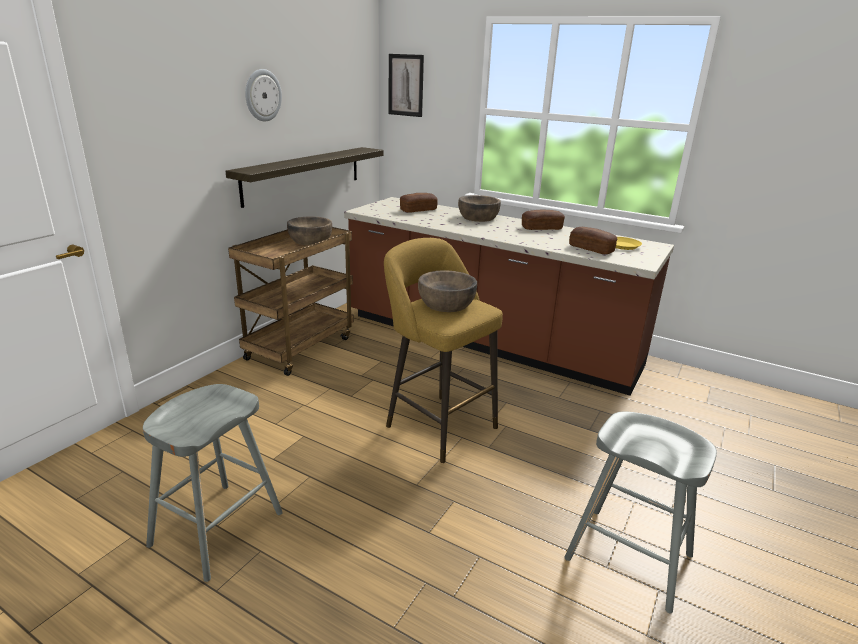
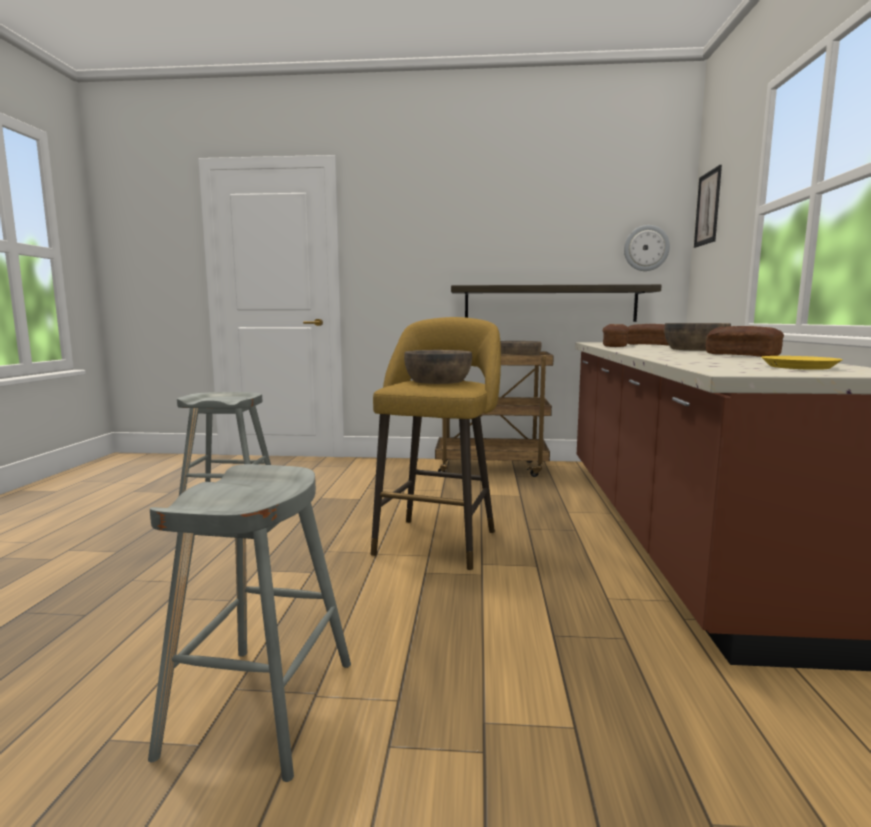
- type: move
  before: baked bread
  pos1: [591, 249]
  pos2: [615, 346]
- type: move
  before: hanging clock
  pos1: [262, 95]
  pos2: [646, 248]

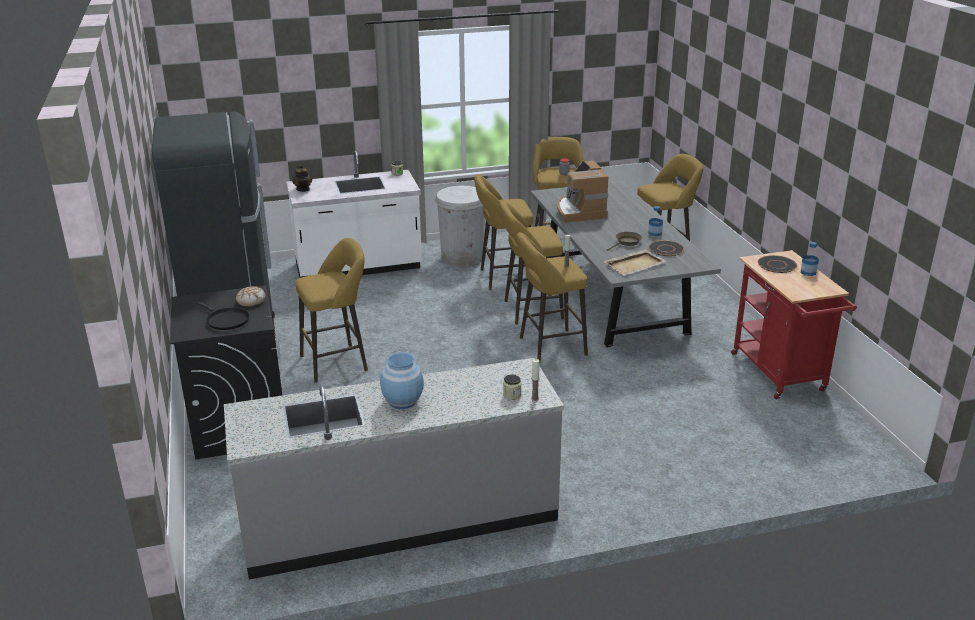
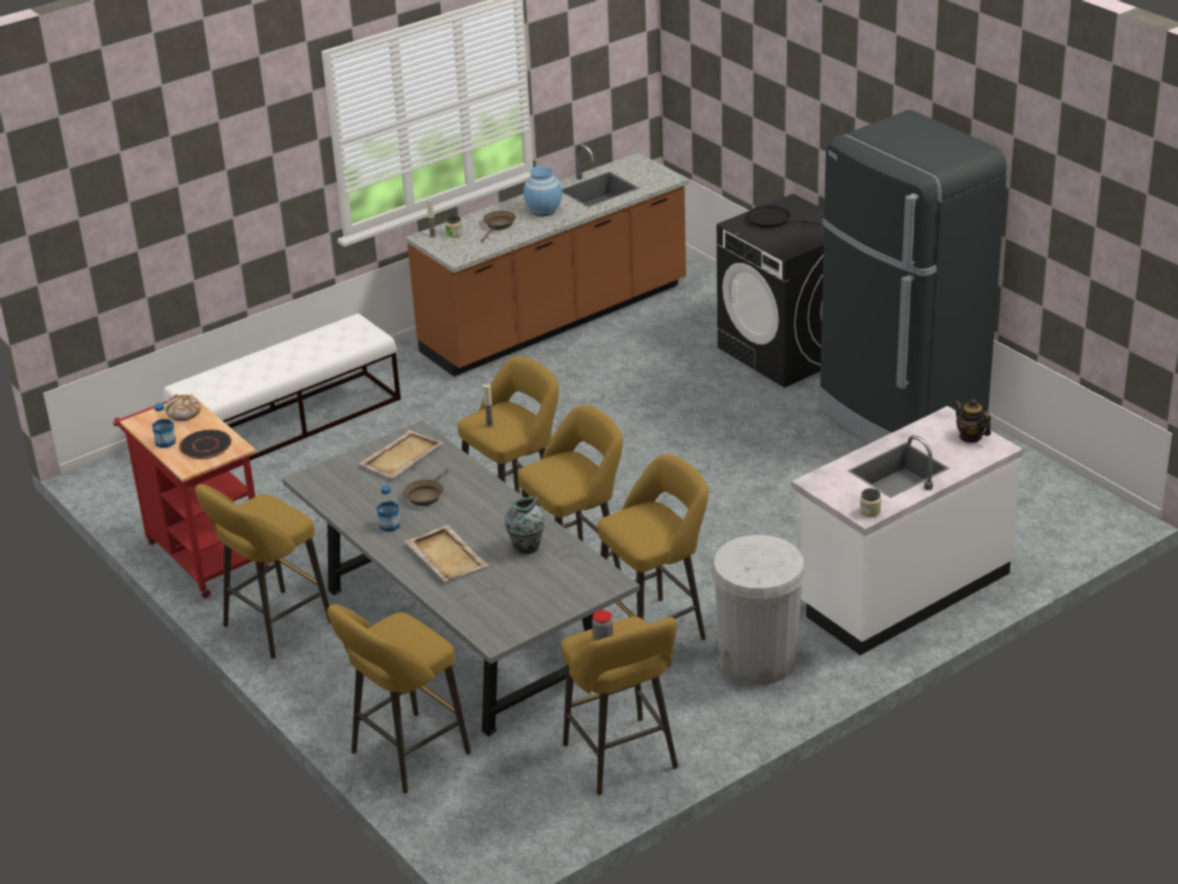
- type: insert
  after: white-coloured indoor bench
  pos2: [289, 423]
- type: move
  before: baked bread
  pos1: [251, 300]
  pos2: [183, 413]
- type: move
  before: yellowish stool
  pos1: [338, 362]
  pos2: [273, 627]
- type: insert
  after: sand-coloured serving tray
  pos2: [446, 556]
- type: recolor
  before: grey kitchen counter
  after: brownish kitchen counter
  pos1: [400, 520]
  pos2: [556, 320]
- type: insert
  after: brownish pan
  pos2: [498, 226]
- type: replace
  before: coffee maker
  after: decorative vase
  pos1: [579, 211]
  pos2: [526, 547]
- type: delete
  before: black flat dish
  pos1: [666, 249]

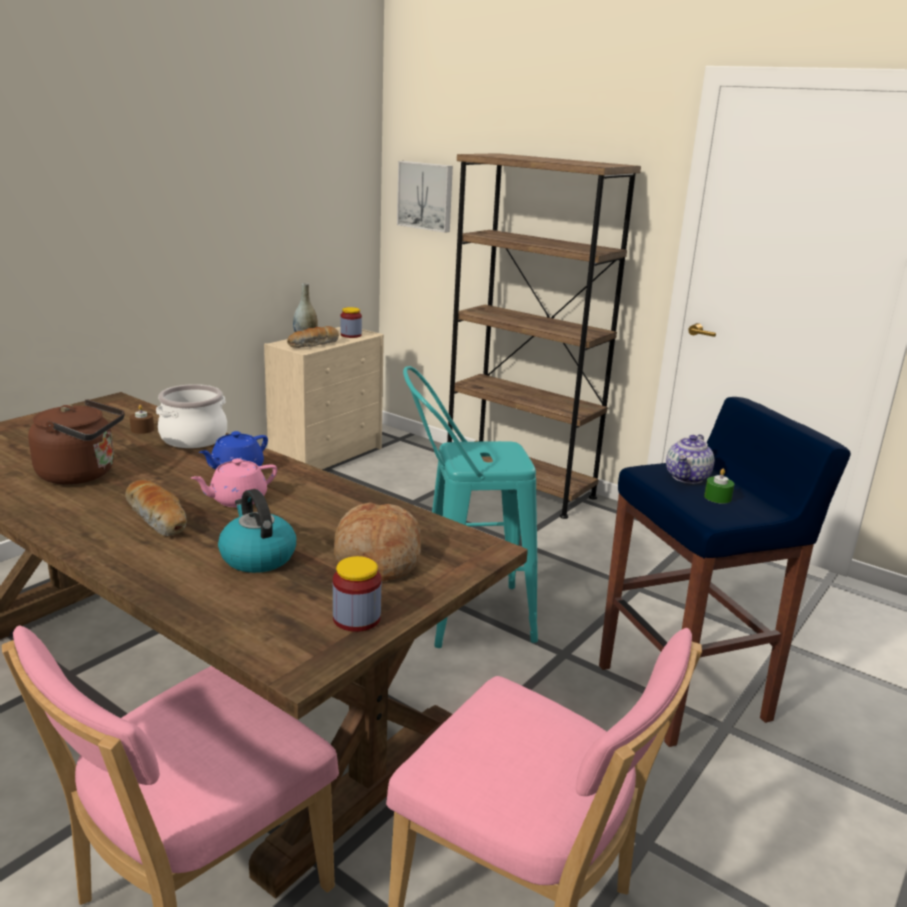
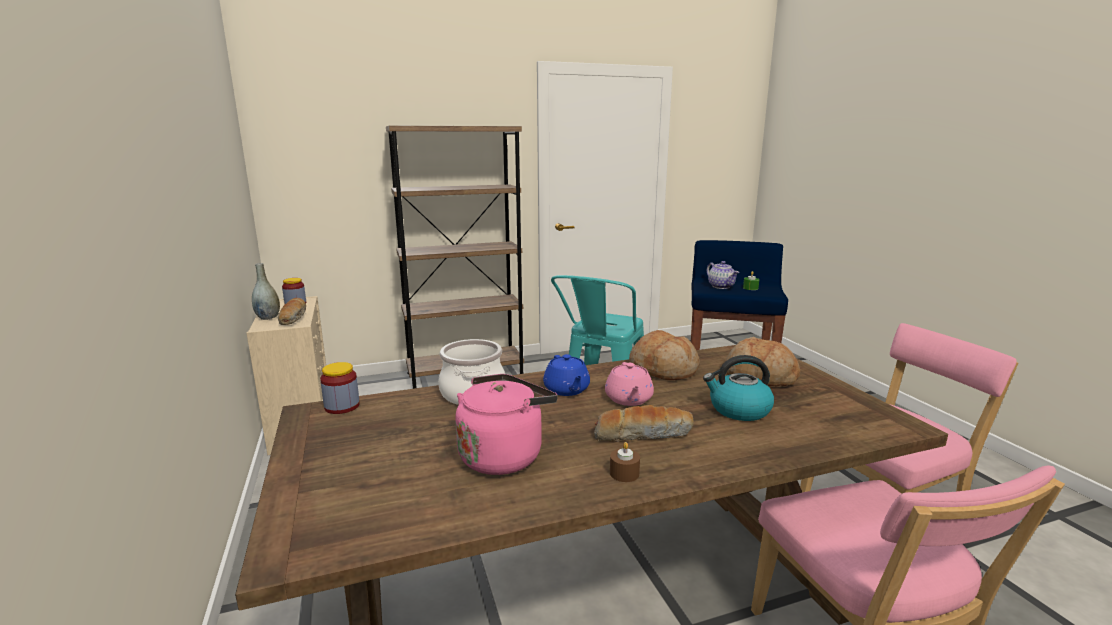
- type: move
  before: preserve jar
  pos1: [356, 618]
  pos2: [342, 406]
- type: recolor
  before: brownish kettle
  after: pink kettle
  pos1: [82, 474]
  pos2: [503, 455]
- type: move
  before: brownish wax candle
  pos1: [142, 429]
  pos2: [624, 473]
- type: insert
  after: baked bread
  pos2: [663, 369]
- type: delete
  before: wall picture
  pos1: [426, 196]

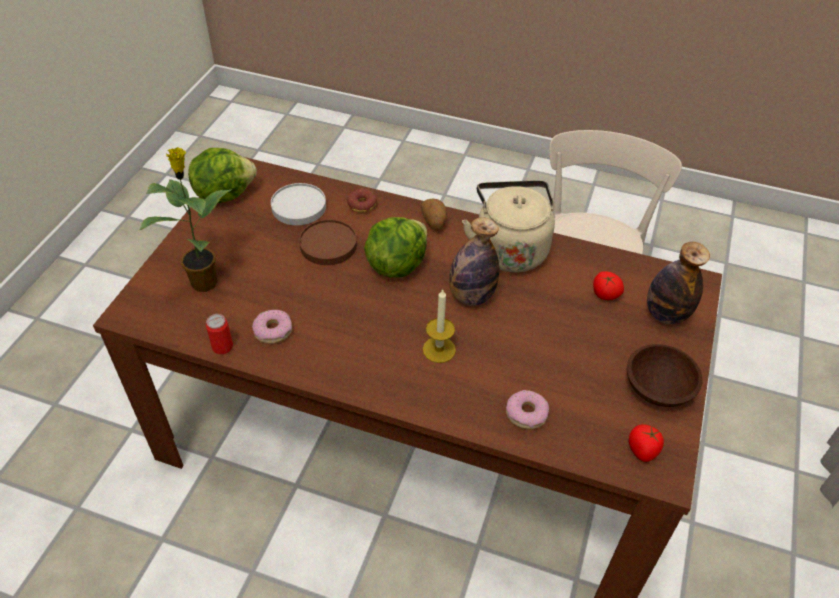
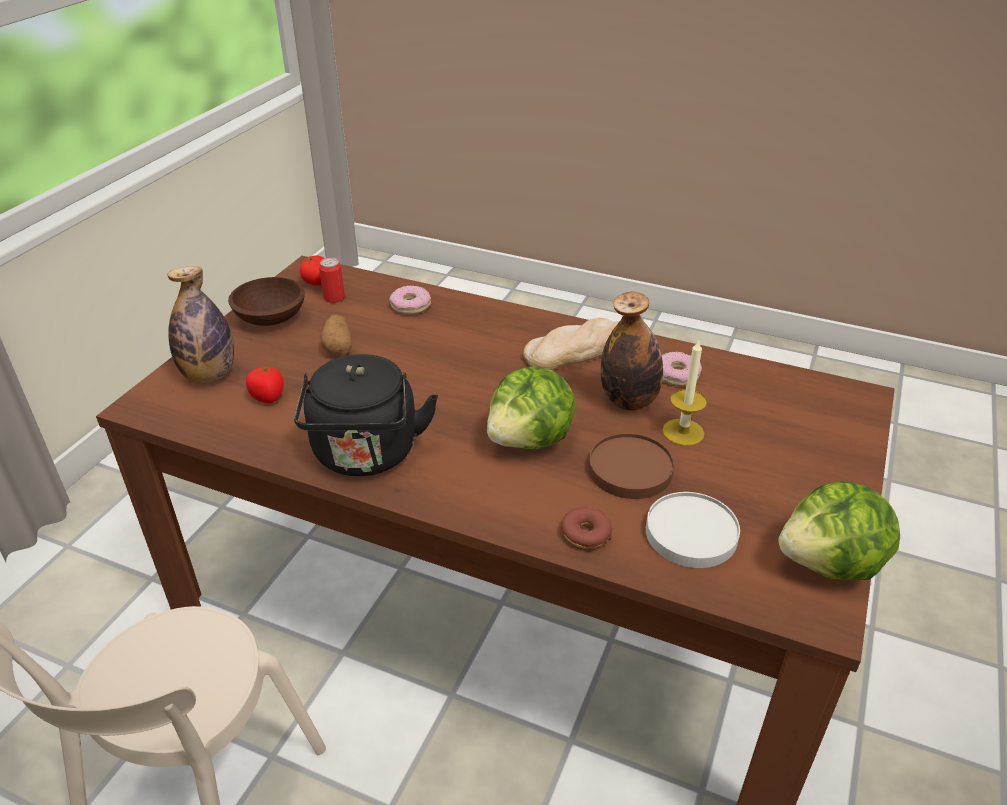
- type: recolor
  before: sand-coloured kettle
  after: black kettle
  pos1: [509, 248]
  pos2: [366, 455]
- type: move
  before: sealed can
  pos1: [222, 346]
  pos2: [334, 297]
- type: move
  before: potato
  pos1: [434, 222]
  pos2: [338, 347]
- type: insert
  after: baked bread
  pos2: [578, 349]
- type: move
  before: drink bottle
  pos1: [471, 296]
  pos2: [629, 401]
- type: move
  before: wax candle
  pos1: [439, 349]
  pos2: [683, 432]
- type: delete
  before: potted plant
  pos1: [205, 281]

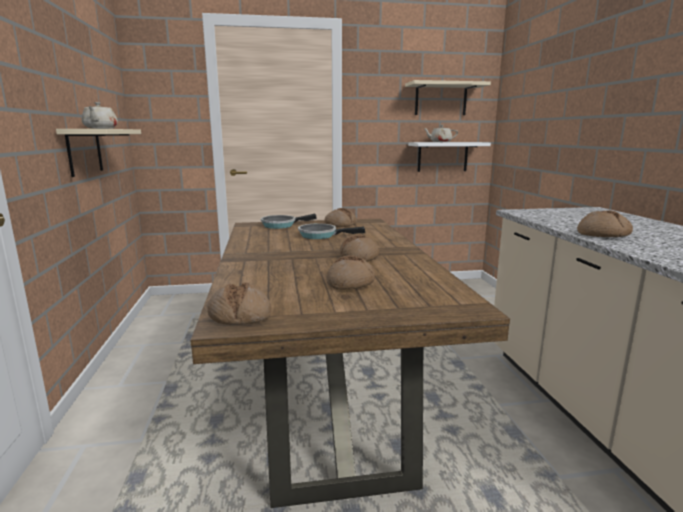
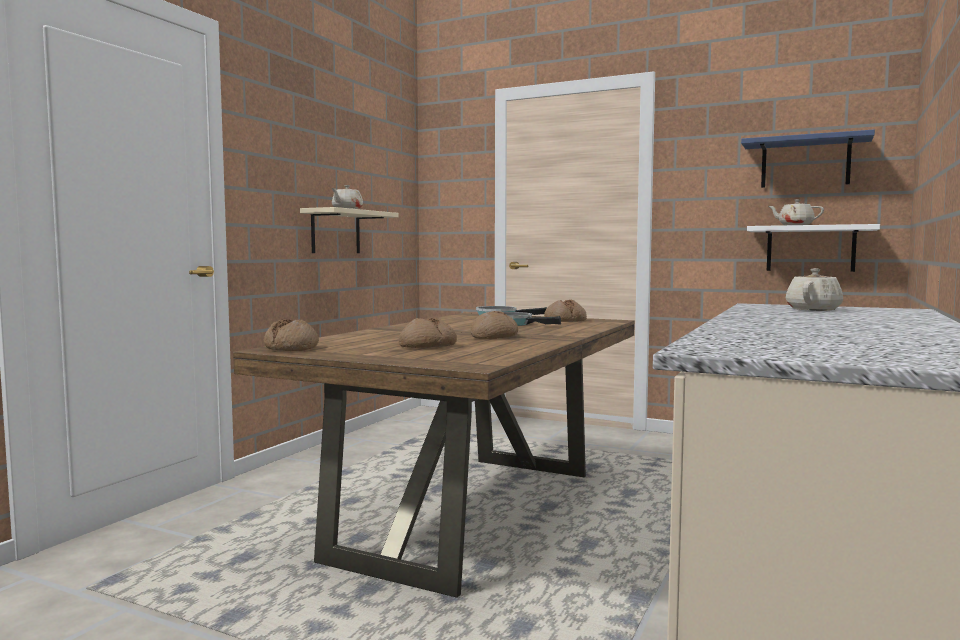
- type: recolor
  before: sand-coloured bracket shelf
  after: blue bracket shelf
  pos1: [440, 99]
  pos2: [805, 163]
- type: insert
  after: sand-coloured pot for tea
  pos2: [814, 309]
- type: delete
  before: baked bread
  pos1: [603, 234]

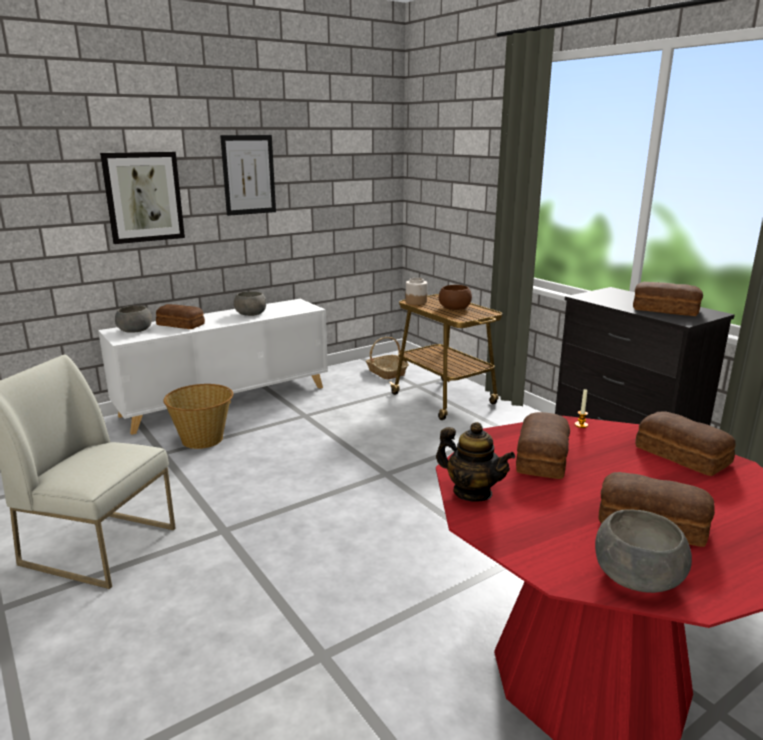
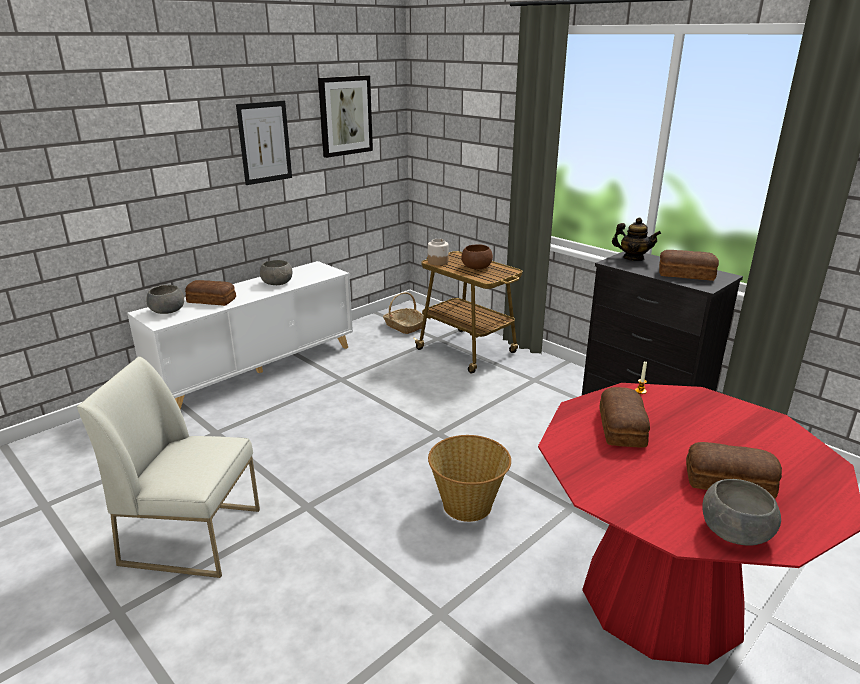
- type: move
  before: wall picture
  pos1: [143, 197]
  pos2: [345, 116]
- type: move
  before: storage basket
  pos1: [203, 439]
  pos2: [468, 504]
- type: move
  before: pot for tea
  pos1: [472, 492]
  pos2: [633, 258]
- type: delete
  before: baked bread
  pos1: [682, 456]

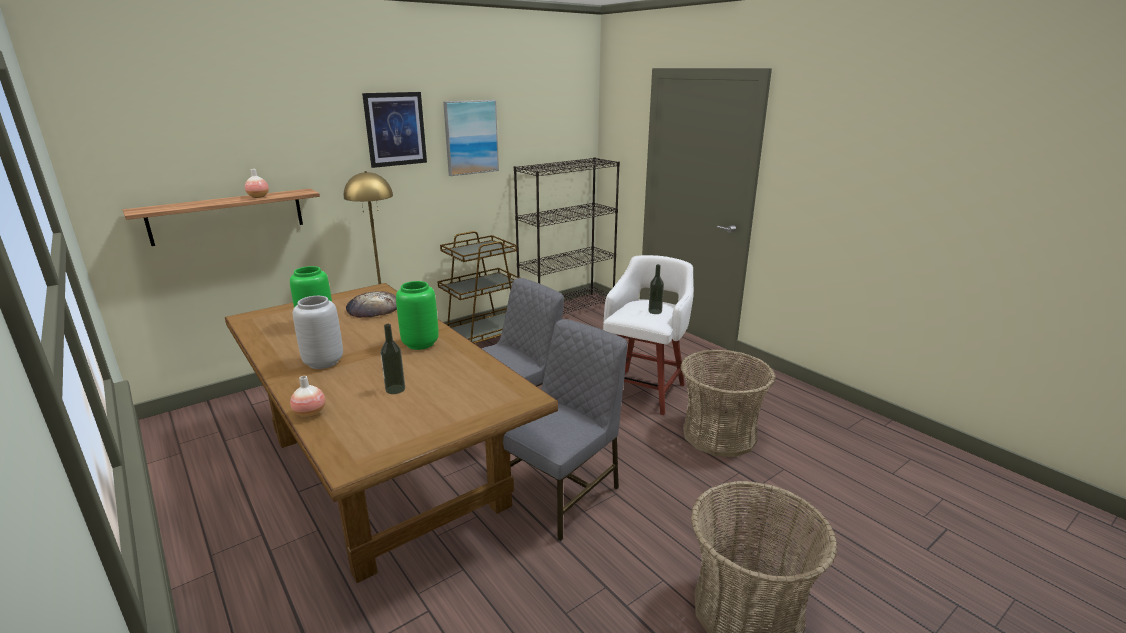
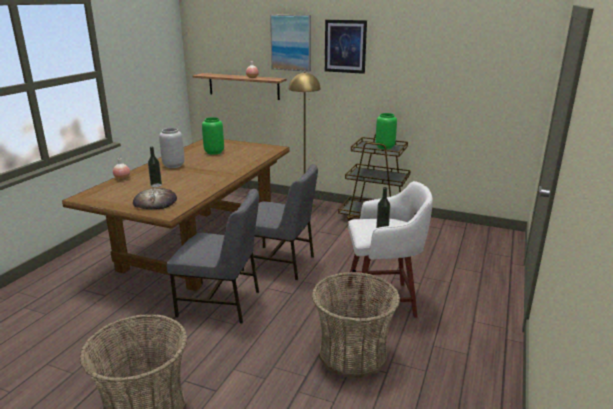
- type: move
  before: baked bread
  pos1: [373, 308]
  pos2: [155, 202]
- type: move
  before: wall picture
  pos1: [471, 137]
  pos2: [291, 43]
- type: move
  before: green decorative vase
  pos1: [420, 344]
  pos2: [384, 147]
- type: delete
  before: black bookshelf
  pos1: [567, 308]

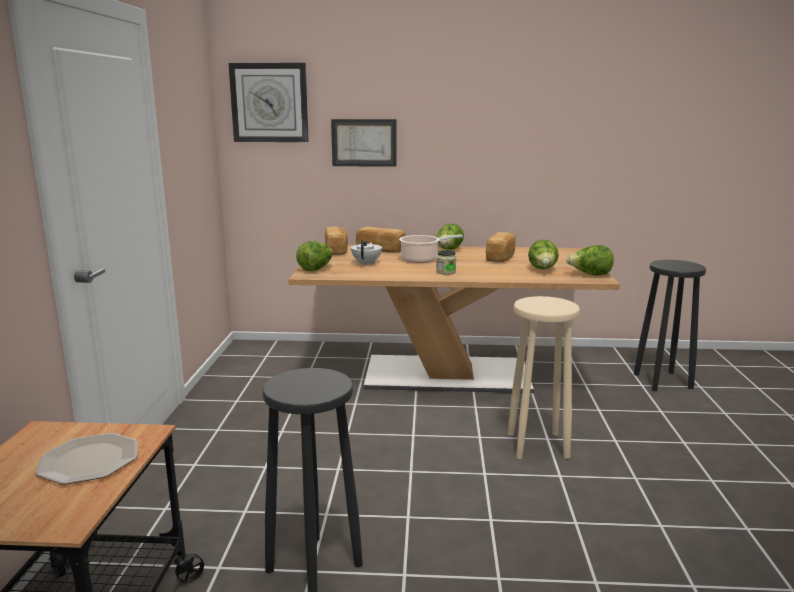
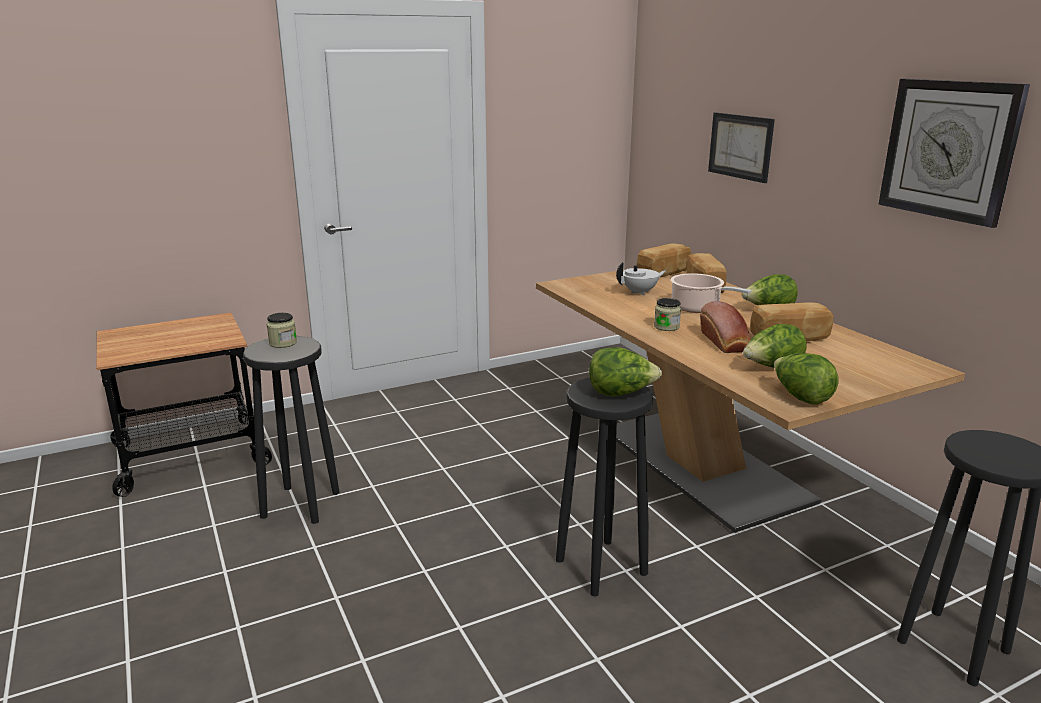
- type: insert
  after: preserve jar
  pos2: [283, 343]
- type: recolor
  before: sand-coloured stool
  after: black stool
  pos1: [536, 445]
  pos2: [600, 566]
- type: move
  before: lettuce head
  pos1: [316, 269]
  pos2: [621, 393]
- type: insert
  after: baked bread
  pos2: [725, 343]
- type: move
  before: hanging clock
  pos1: [269, 103]
  pos2: [949, 150]
- type: delete
  before: flat dish
  pos1: [90, 460]

